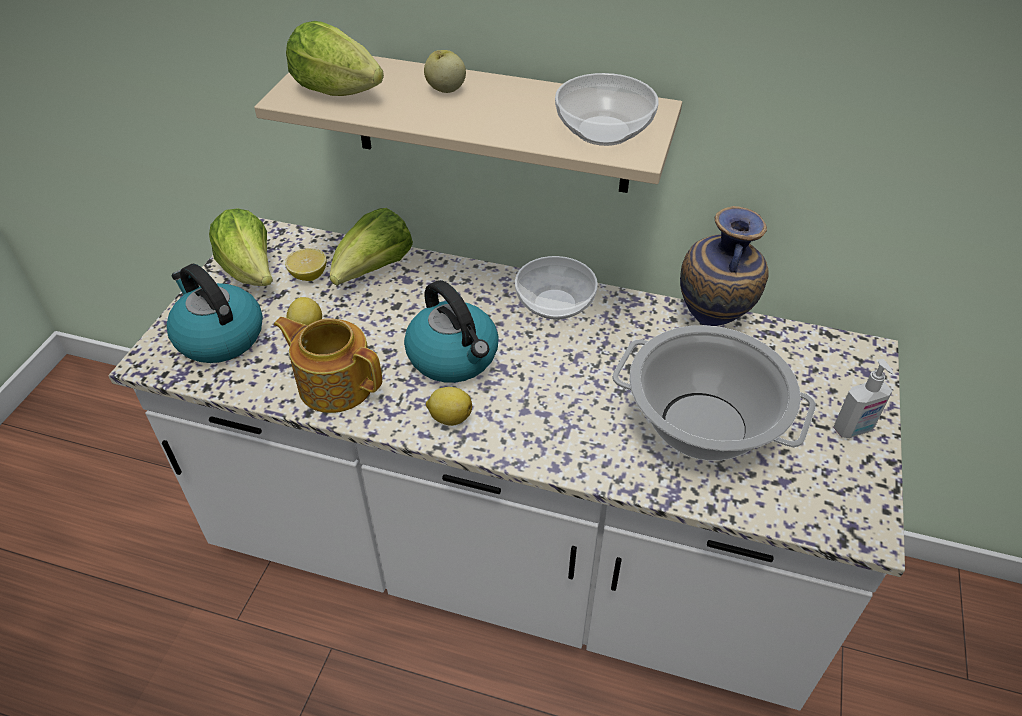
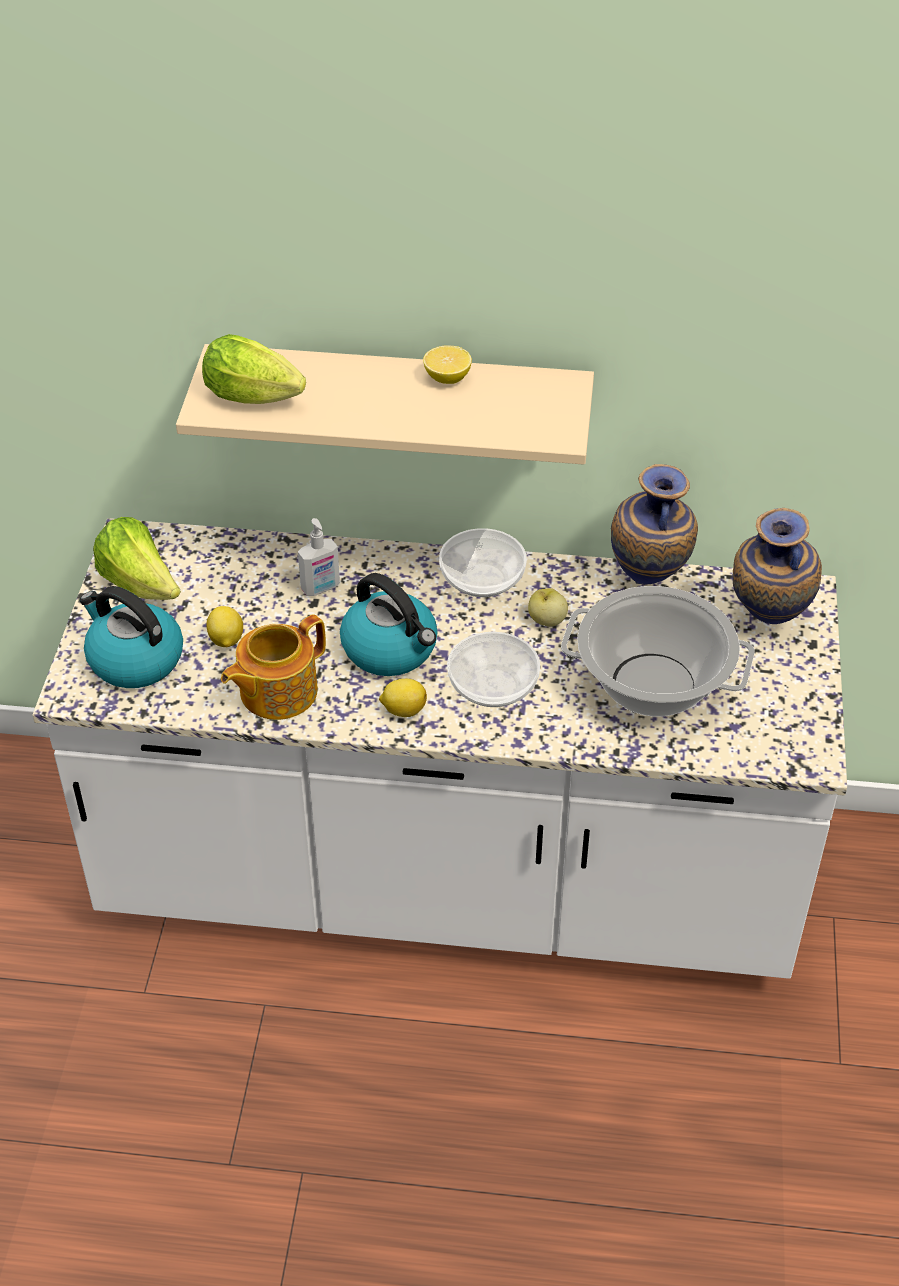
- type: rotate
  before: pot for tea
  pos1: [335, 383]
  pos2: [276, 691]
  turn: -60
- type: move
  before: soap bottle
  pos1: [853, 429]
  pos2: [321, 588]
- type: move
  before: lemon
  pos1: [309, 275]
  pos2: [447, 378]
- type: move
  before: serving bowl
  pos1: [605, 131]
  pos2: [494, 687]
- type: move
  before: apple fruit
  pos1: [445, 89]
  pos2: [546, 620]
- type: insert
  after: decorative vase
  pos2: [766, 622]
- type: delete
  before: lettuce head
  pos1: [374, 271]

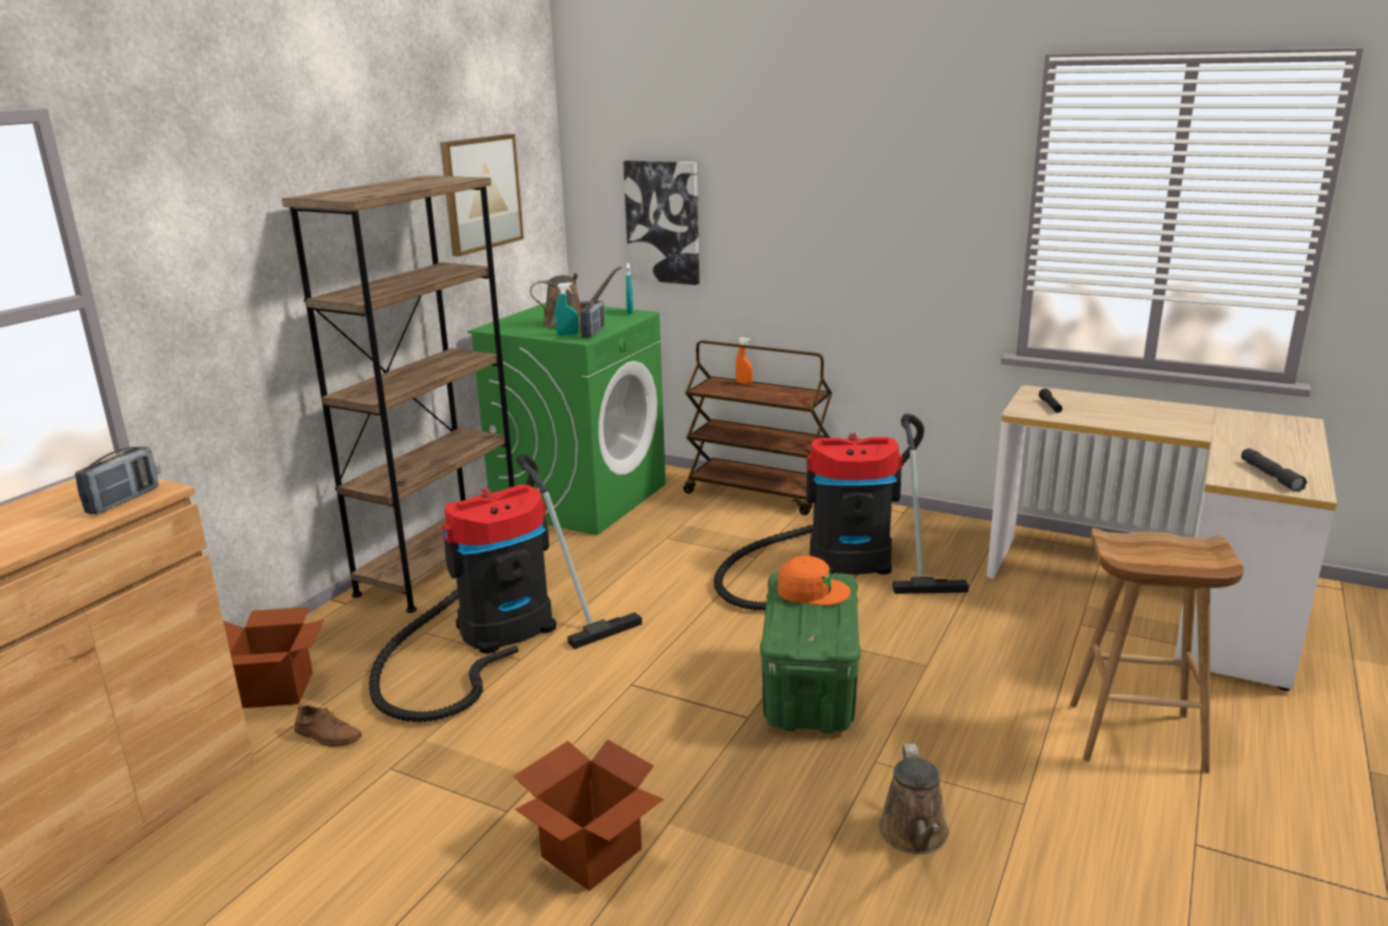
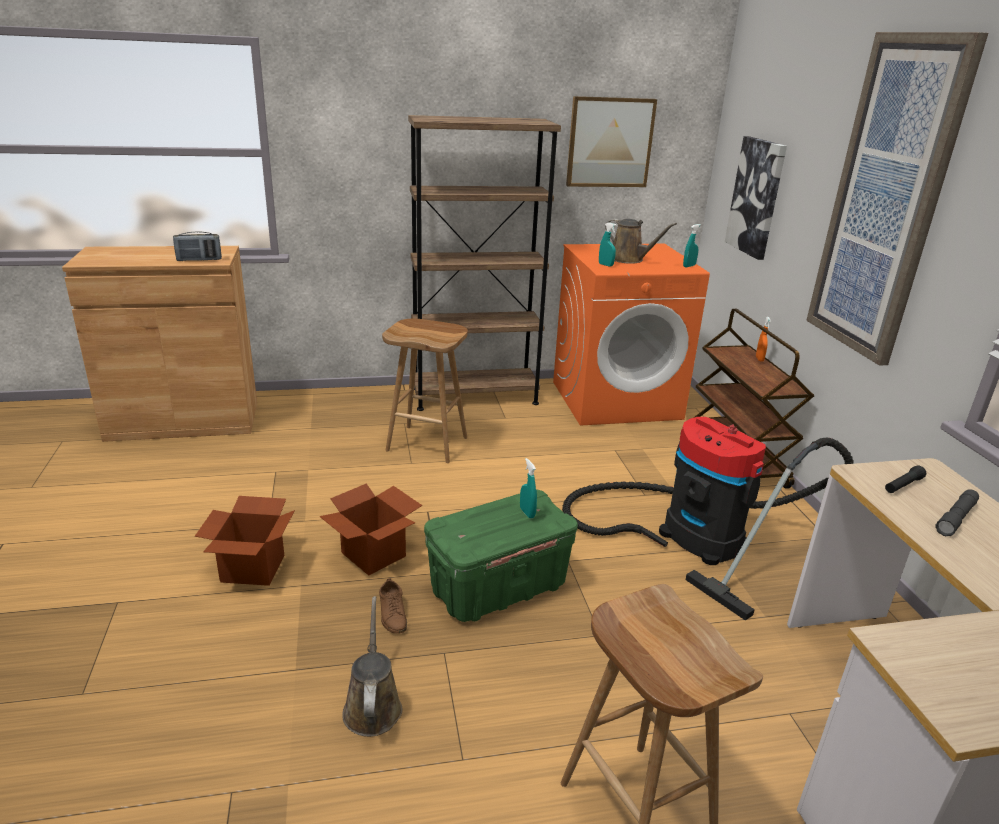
- type: move
  before: cardboard box
  pos1: [276, 690]
  pos2: [373, 554]
- type: rotate
  before: brownish watering pot
  pos1: [915, 835]
  pos2: [372, 706]
  turn: 120
- type: move
  before: brownish item of footwear
  pos1: [328, 735]
  pos2: [392, 614]
- type: replace
  before: vacuum
  after: brownish stool
  pos1: [497, 633]
  pos2: [428, 444]
- type: replace
  before: orangey peaked cap
  after: turquoise sprayer
  pos1: [812, 590]
  pos2: [527, 513]
- type: recolor
  before: green washing machine
  after: orangey washing machine
  pos1: [580, 498]
  pos2: [616, 400]
- type: insert
  after: wall picture
  pos2: [886, 201]
- type: move
  before: grey hand torch
  pos1: [1270, 476]
  pos2: [956, 518]
- type: delete
  before: radio
  pos1: [593, 333]

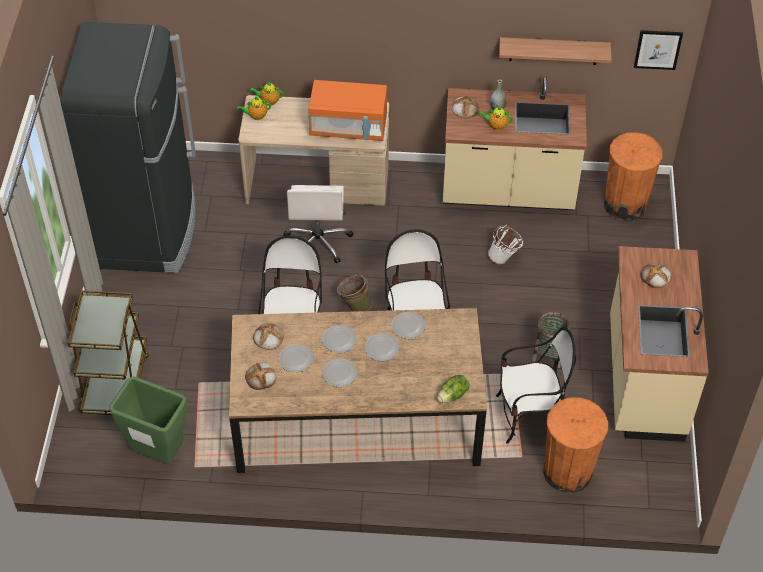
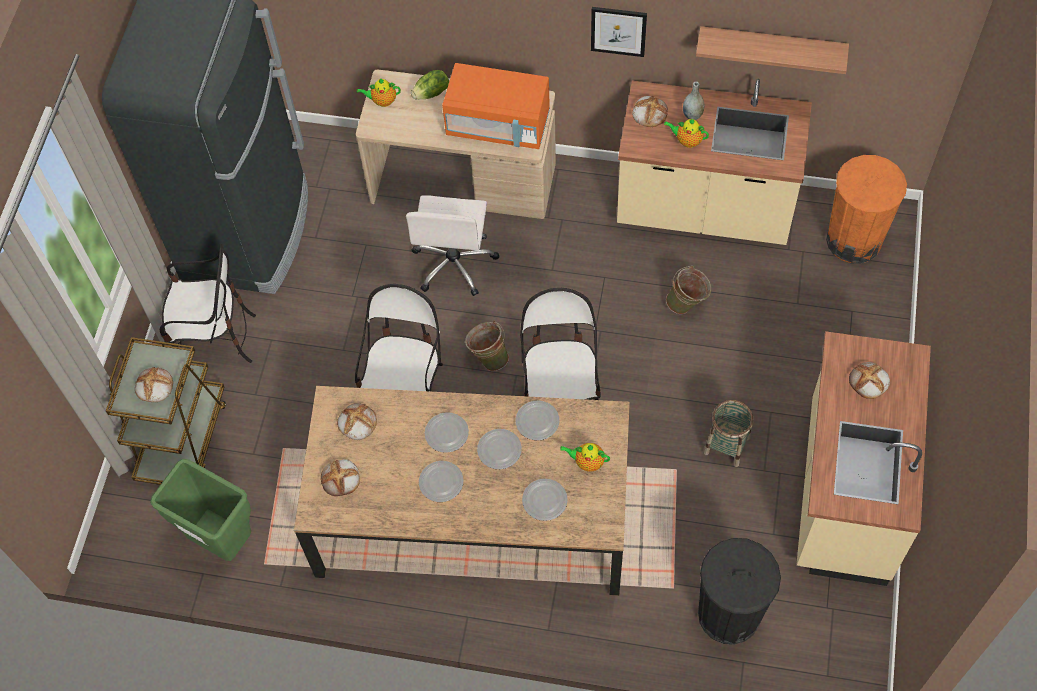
- type: insert
  after: baked bread
  pos2: [154, 386]
- type: move
  before: plain chair
  pos1: [529, 416]
  pos2: [215, 340]
- type: move
  before: lettuce head
  pos1: [453, 395]
  pos2: [432, 93]
- type: move
  before: flat dish
  pos1: [296, 359]
  pos2: [545, 500]
- type: move
  before: pot for tea
  pos1: [268, 101]
  pos2: [587, 462]
- type: move
  before: wall picture
  pos1: [658, 49]
  pos2: [618, 31]
- type: recolor
  before: white-coloured bucket
  after: green bucket
  pos1: [504, 258]
  pos2: [687, 304]
- type: recolor
  before: orangey waste bin
  after: black waste bin
  pos1: [567, 471]
  pos2: [729, 614]

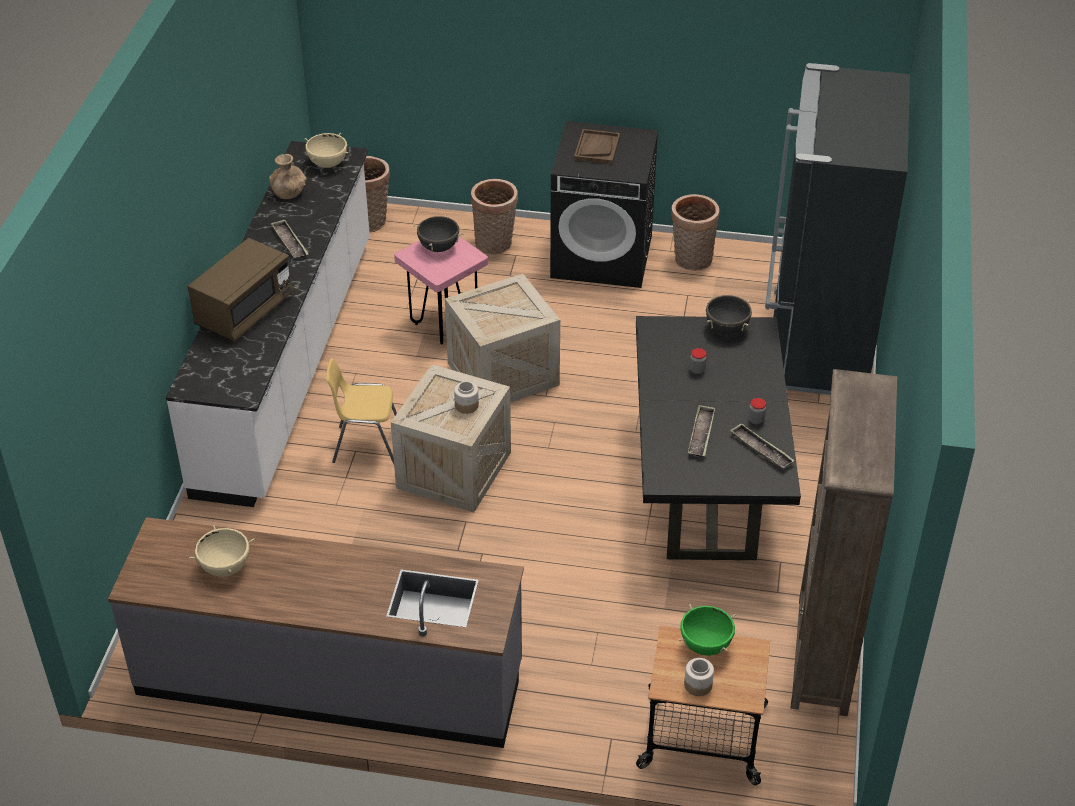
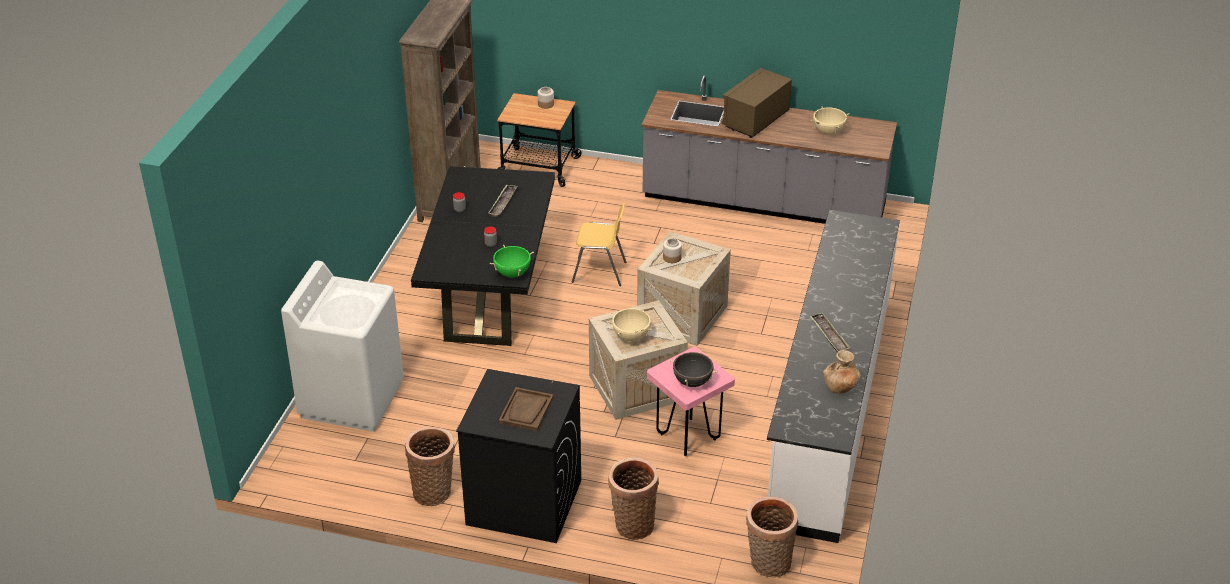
- type: replace
  before: black fridge
  after: white-coloured washing machine
  pos1: [816, 343]
  pos2: [352, 399]
- type: move
  before: green cooking pot
  pos1: [705, 645]
  pos2: [512, 273]
- type: move
  before: yellowish plain chair
  pos1: [366, 445]
  pos2: [600, 272]
- type: move
  before: sand-coloured cooking pot
  pos1: [328, 164]
  pos2: [631, 337]
- type: move
  before: brownish microwave oven
  pos1: [244, 311]
  pos2: [755, 120]
- type: delete
  before: black cooking pot
  pos1: [726, 329]
- type: delete
  before: serving tray
  pos1: [761, 449]

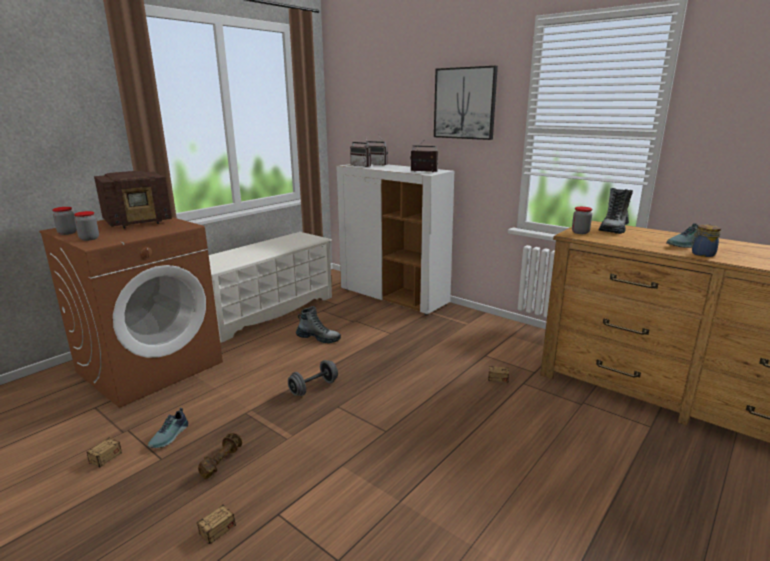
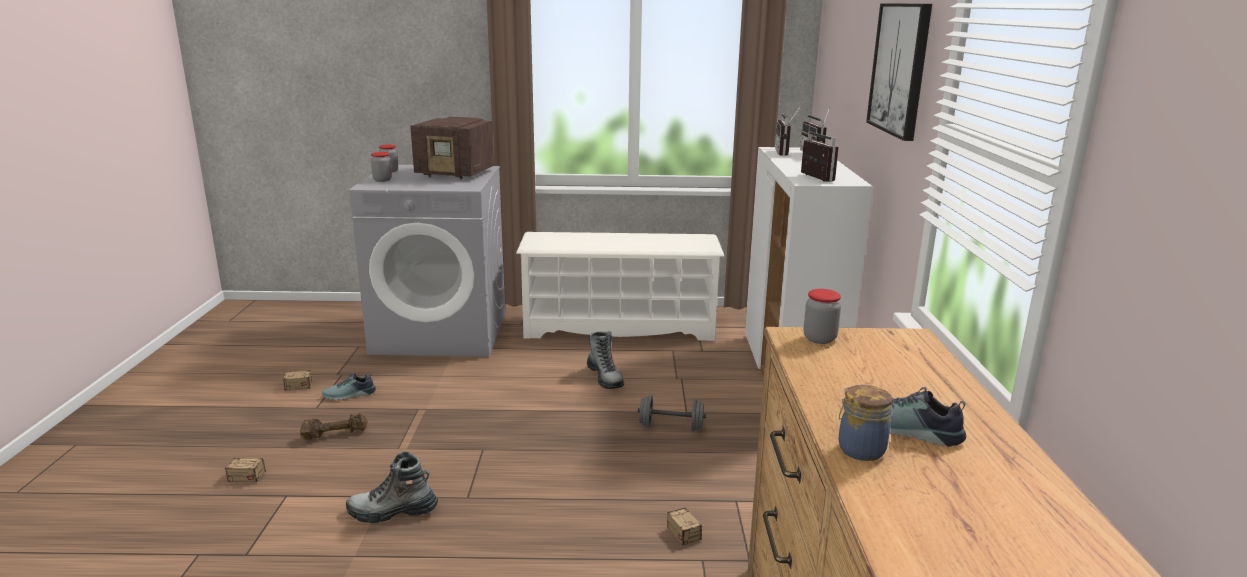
- type: move
  before: boot
  pos1: [614, 229]
  pos2: [392, 512]
- type: recolor
  before: brownish washing machine
  after: grey washing machine
  pos1: [151, 366]
  pos2: [442, 333]
- type: move
  before: grey dumbbell
  pos1: [313, 388]
  pos2: [671, 427]

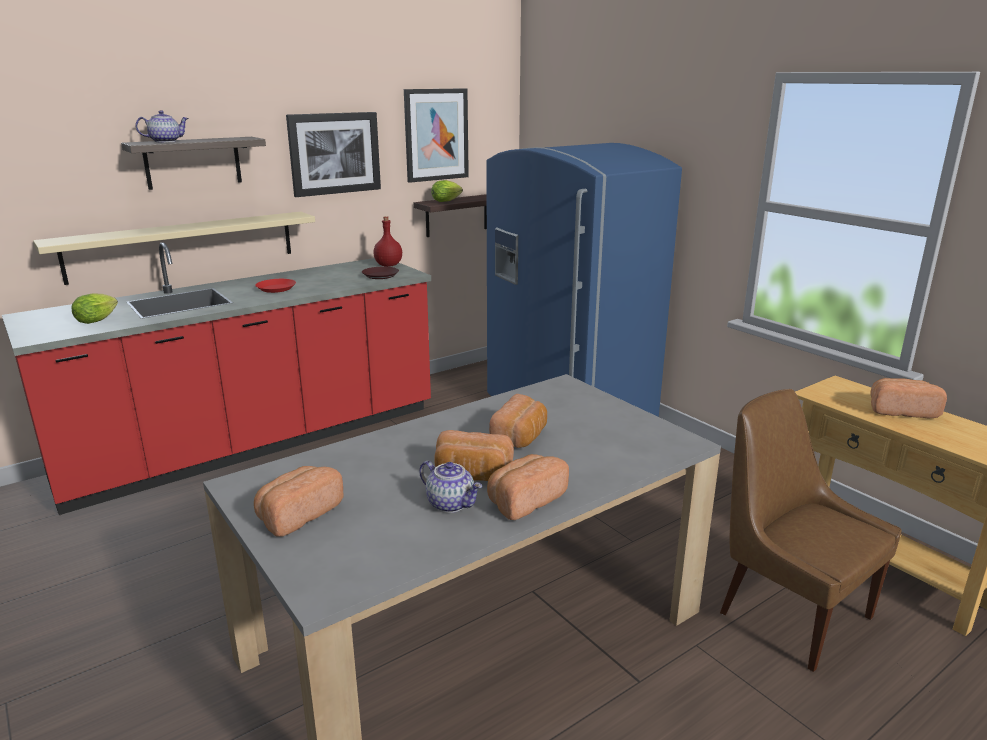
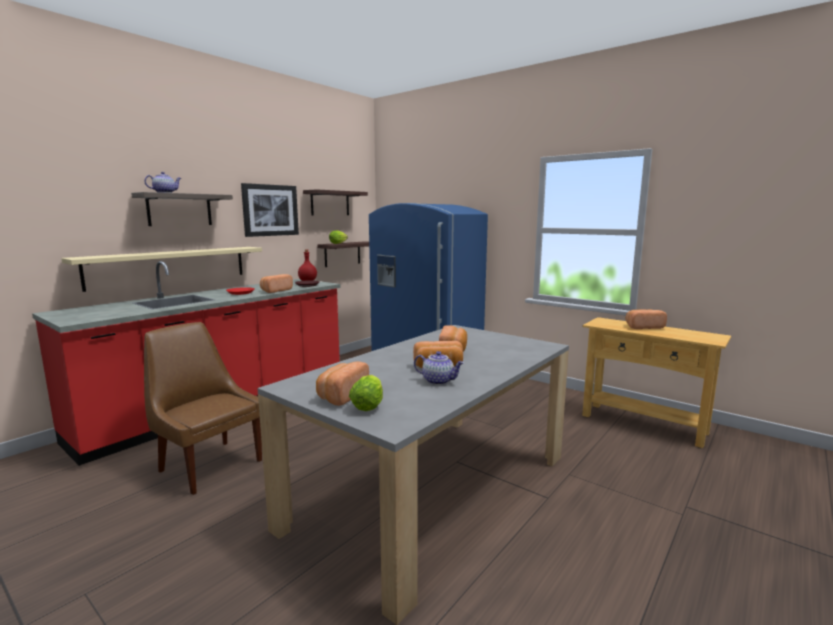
- type: move
  before: brownish plain chair
  pos1: [789, 612]
  pos2: [209, 465]
- type: move
  before: baked bread
  pos1: [524, 501]
  pos2: [275, 291]
- type: replace
  before: wall picture
  after: bracket shelf
  pos1: [436, 135]
  pos2: [330, 203]
- type: move
  before: lettuce head
  pos1: [99, 320]
  pos2: [369, 405]

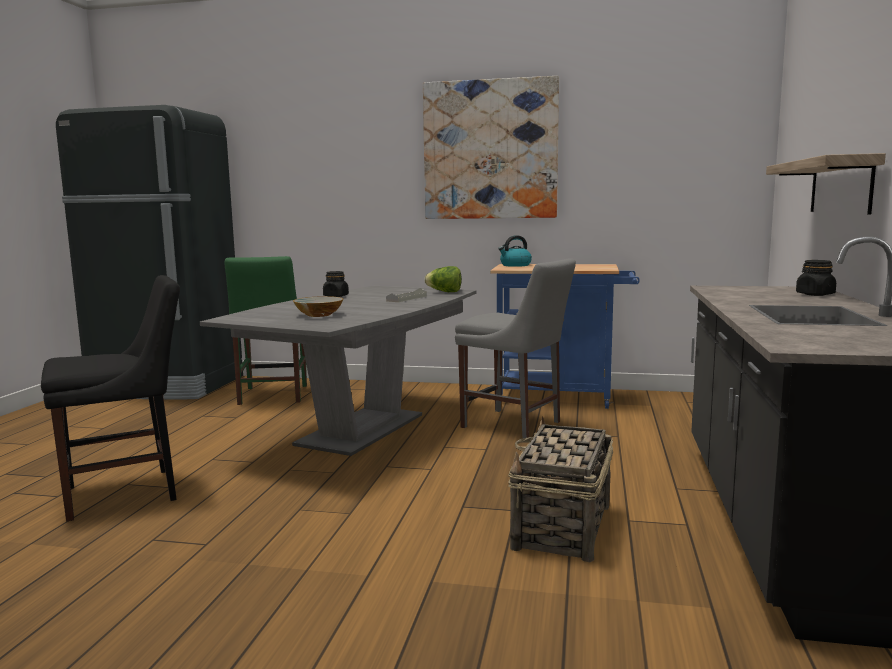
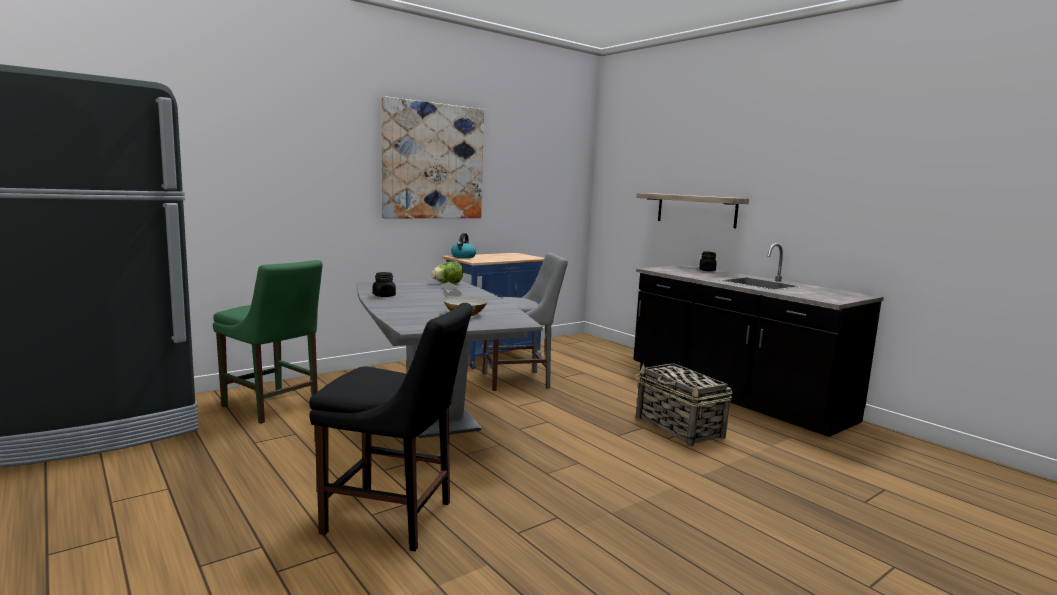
- type: rotate
  before: black plain chair
  pos1: [128, 492]
  pos2: [394, 519]
  turn: 90

